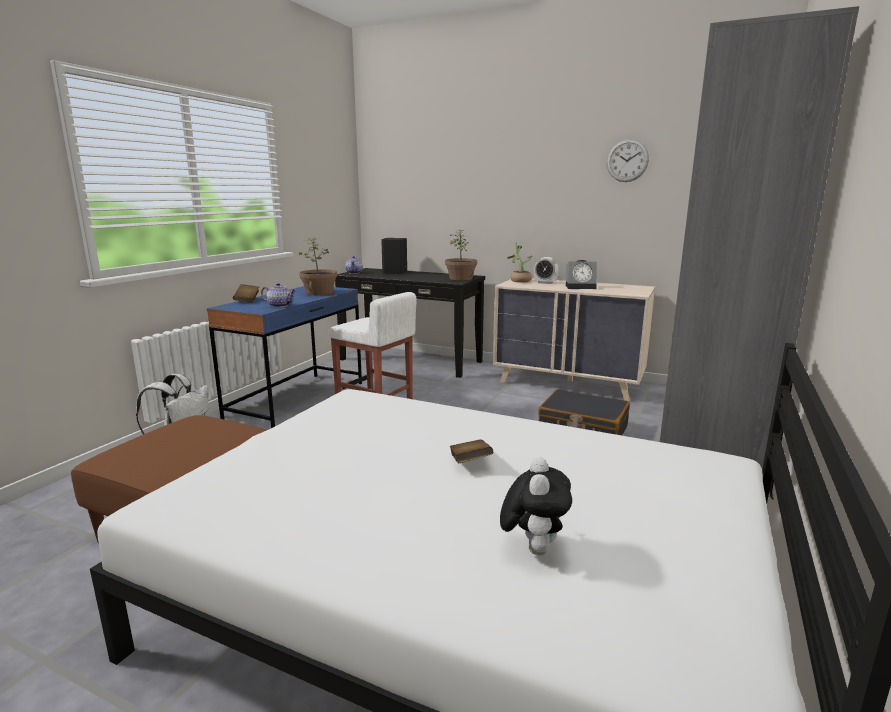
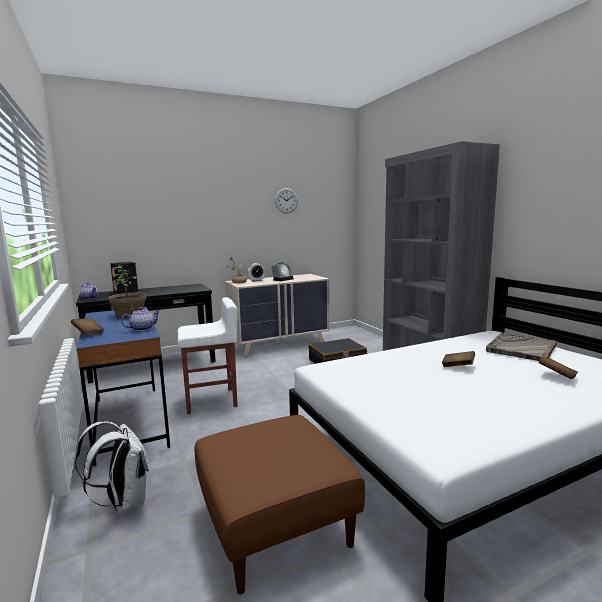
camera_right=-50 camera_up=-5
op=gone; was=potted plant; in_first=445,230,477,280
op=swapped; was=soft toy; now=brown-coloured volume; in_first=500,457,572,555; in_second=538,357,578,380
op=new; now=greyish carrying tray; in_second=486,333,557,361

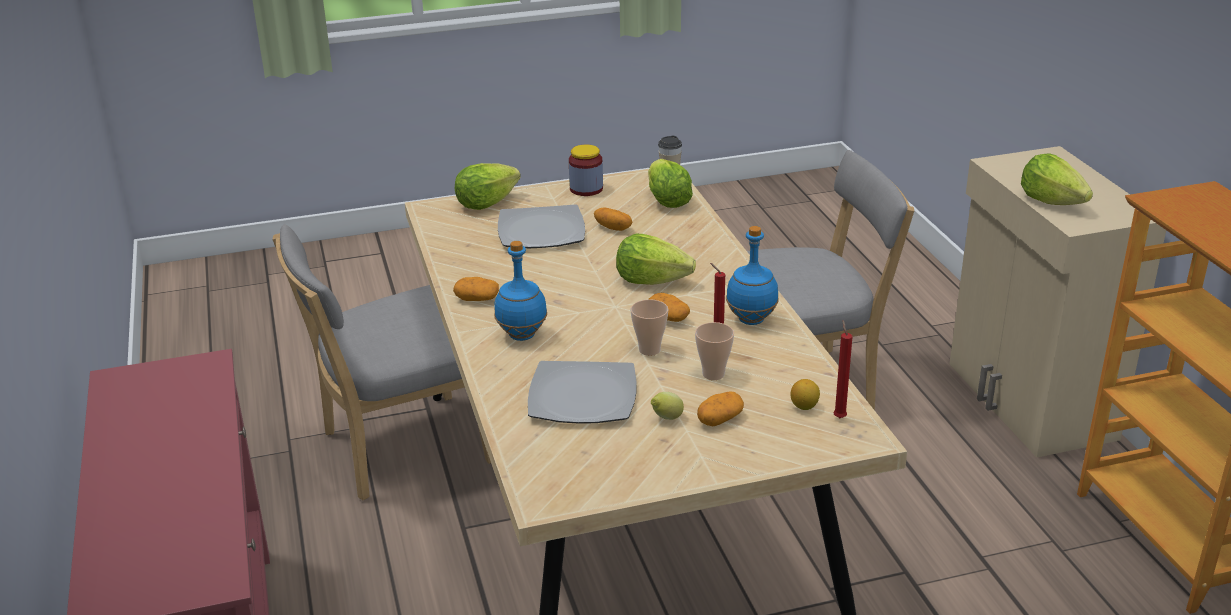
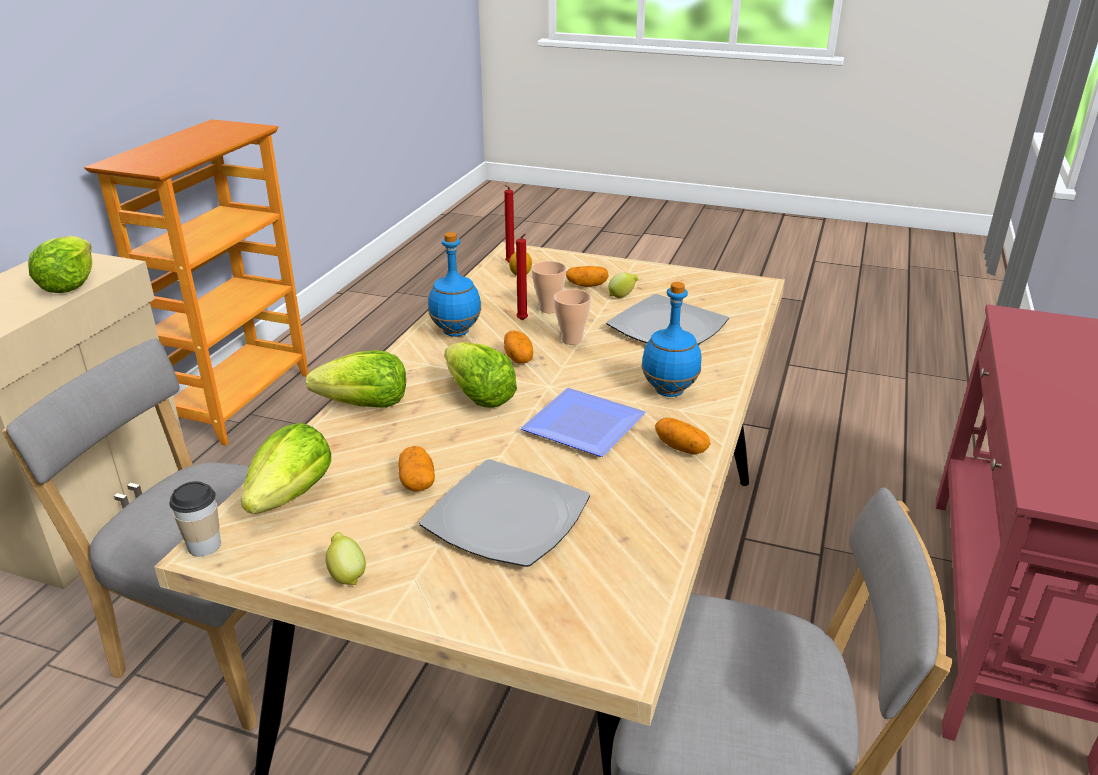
camera_right=-145 camera_up=0
op=shifted; was=lettuce; in_first=455,163,521,210; in_second=306,351,406,408
op=swapped; was=jar; now=lemon; in_first=569,144,603,196; in_second=325,532,366,585
op=new; now=dinner plate; in_second=521,388,646,457

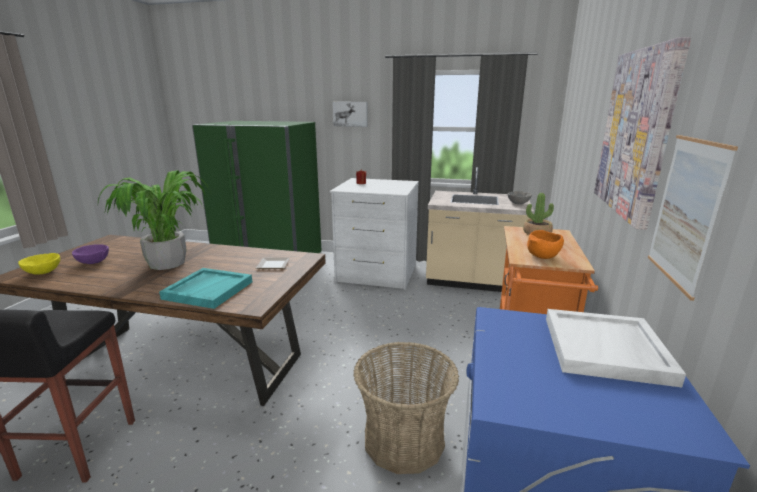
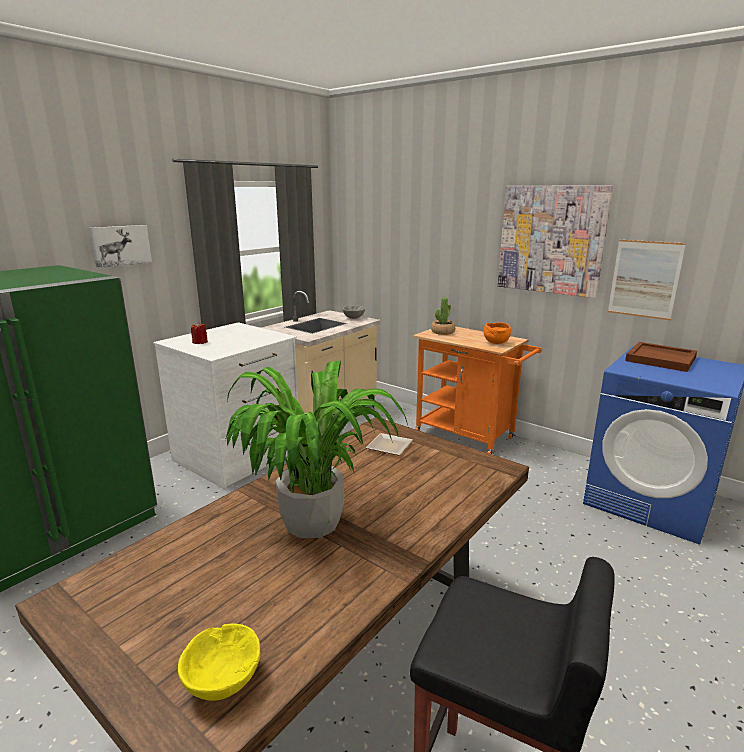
camera_right=-65 camera_up=0
op=gone; was=purple bowl; in_first=72,244,109,264
op=gone; was=turquoise carrying tray; in_first=159,268,252,309
op=gone; was=household basket; in_first=353,342,459,474
op=repainted; was=white-coloured carrying tray; now=brown-coloured carrying tray; in_first=546,309,686,387; in_second=625,342,697,372

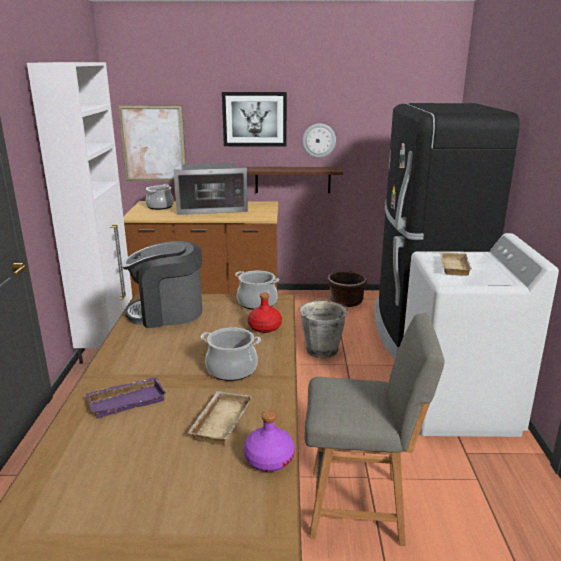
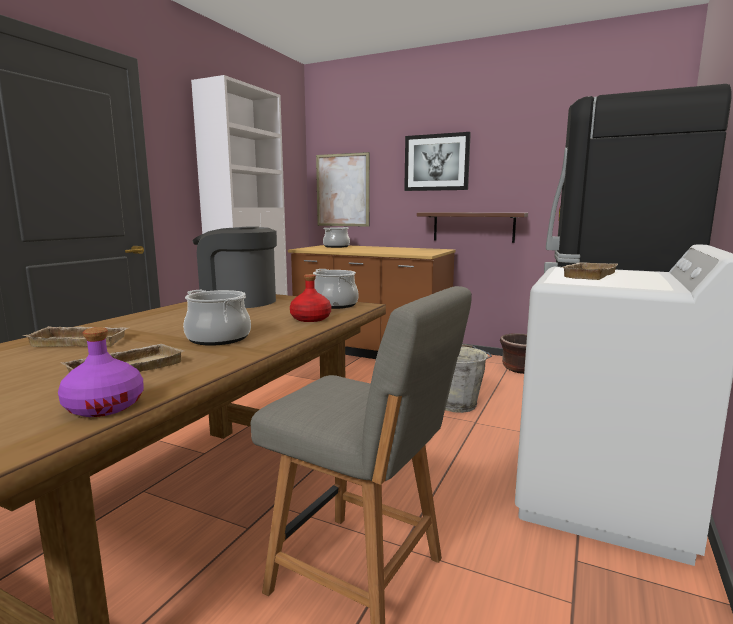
camera_right=25 camera_up=-10
op=repainted; was=purple carrying tray; now=beige-coloured carrying tray; in_first=85,377,166,418; in_second=22,326,129,347
op=gone; was=kitchen microwave; in_first=174,163,248,215
op=gone; was=hanging clock; in_first=302,123,336,158

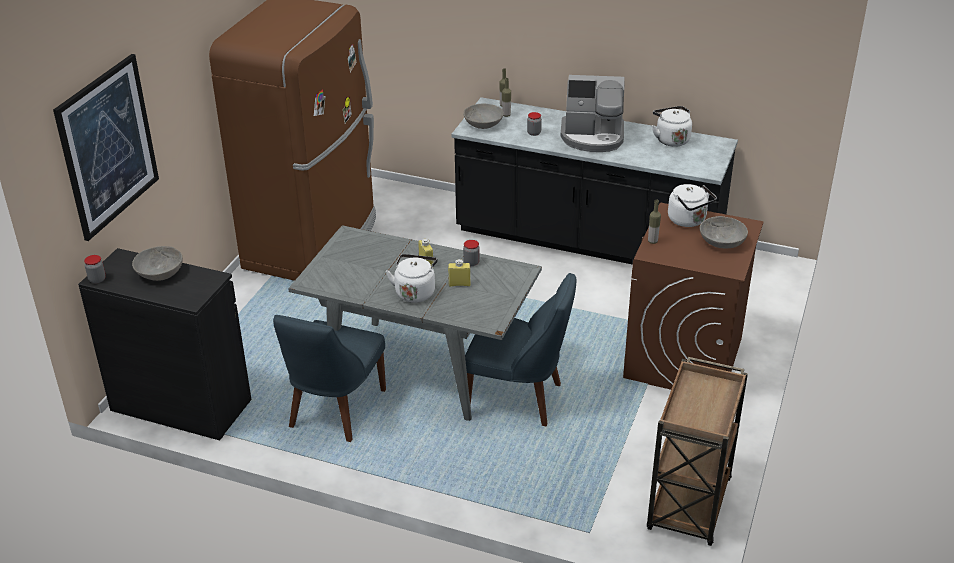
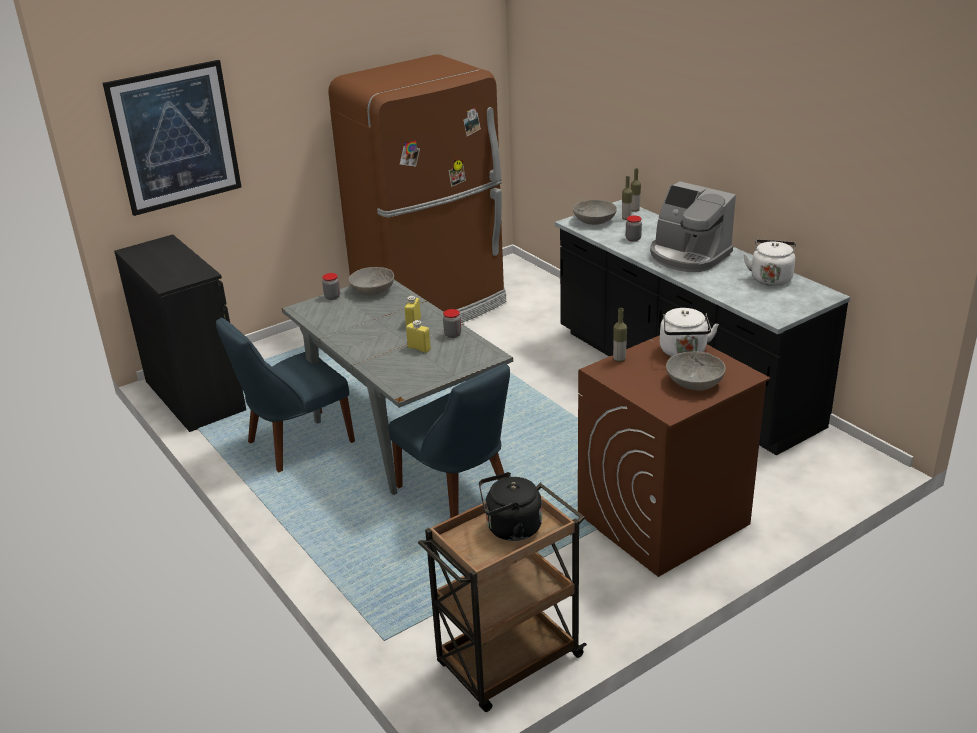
camera_right=35 camera_up=-5
op=shifted; was=jar; in_first=84,255,106,283; in_second=322,273,340,300
op=shifted; was=greyish bowl; in_first=132,246,183,281; in_second=349,267,394,295
op=gone; was=white-coloured water kettle; in_first=386,254,438,303
op=new; now=blackish water kettle; in_second=479,472,542,541

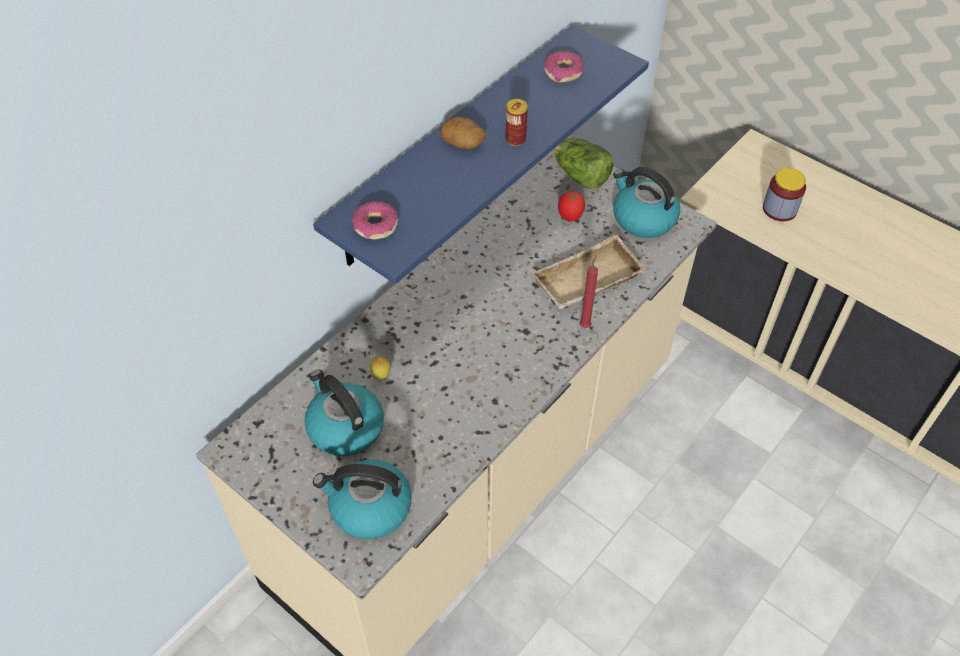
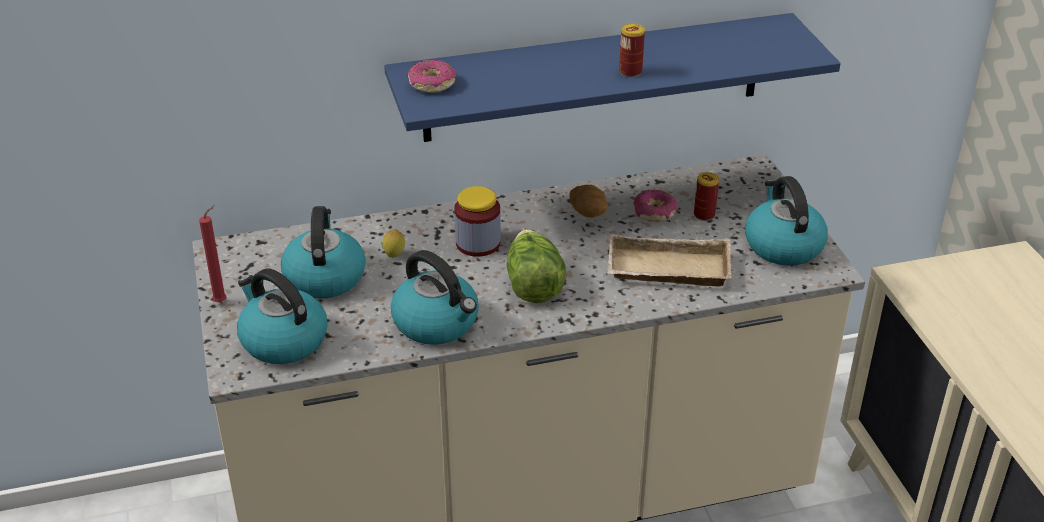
camera_right=35 camera_up=-15
op=shifted; was=potato; in_first=440,117,486,149; in_second=569,185,608,217
op=shifted; was=ring doughnut; in_first=544,51,584,83; in_second=633,190,677,222
op=shifted; was=lettuce; in_first=552,138,614,189; in_second=506,229,566,303
op=swapped; was=fresh tomato; now=metal can; in_first=558,191,585,222; in_second=694,172,719,221
op=shifted; was=red candle; in_first=580,255,598,328; in_second=199,205,227,303
op=shifted; was=jar; in_first=763,168,806,221; in_second=454,186,501,257
op=new; now=water kettle; in_second=391,250,479,345

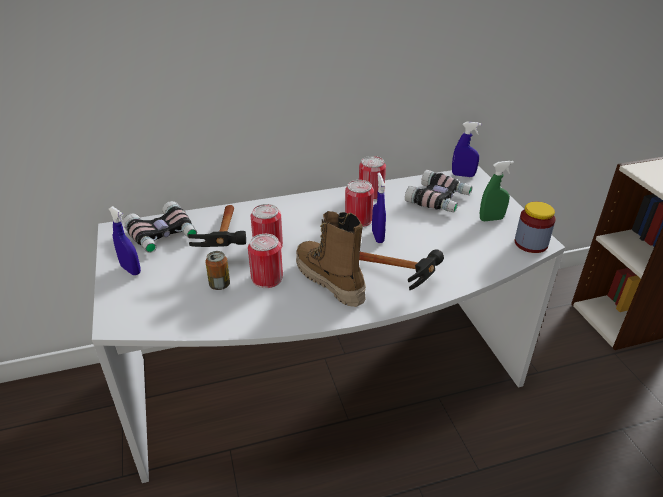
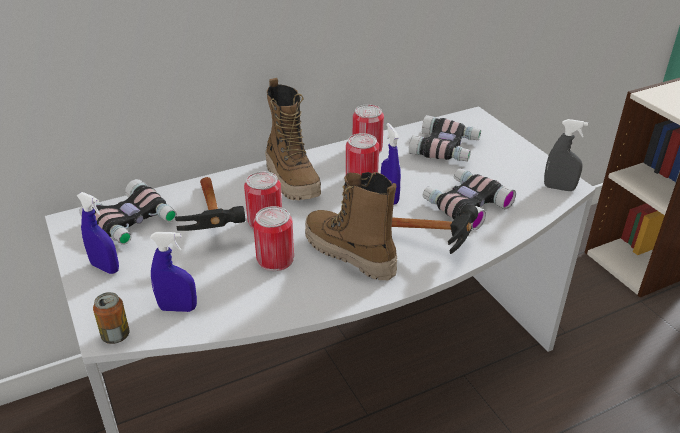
camera_right=-10 camera_up=0
op=shifted; was=metal can; in_first=205,251,230,290; in_second=93,292,130,344
op=shifted; was=blue hand sprayer; in_first=452,122,482,177; in_second=150,232,197,312
op=gone; was=green hand sprayer; in_first=480,161,514,221
op=swapped; was=jar; now=greyish hand sprayer; in_first=515,202,556,253; in_second=544,119,588,191
op=new; now=high-top boot; in_second=265,78,321,200
op=new; now=pair of binoculars; in_second=423,168,516,230

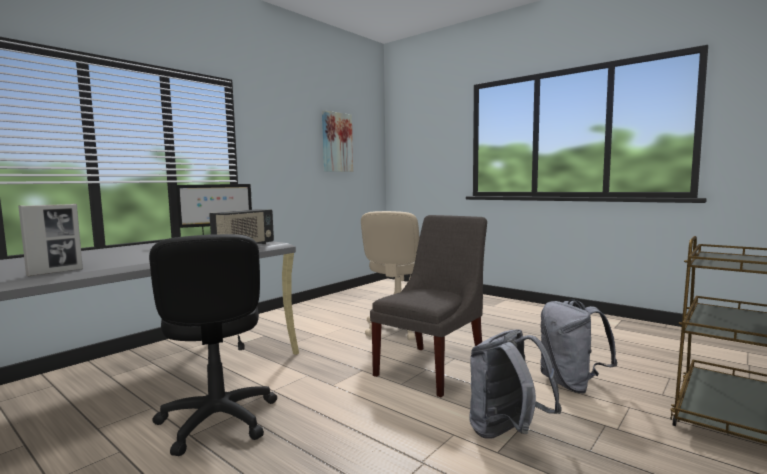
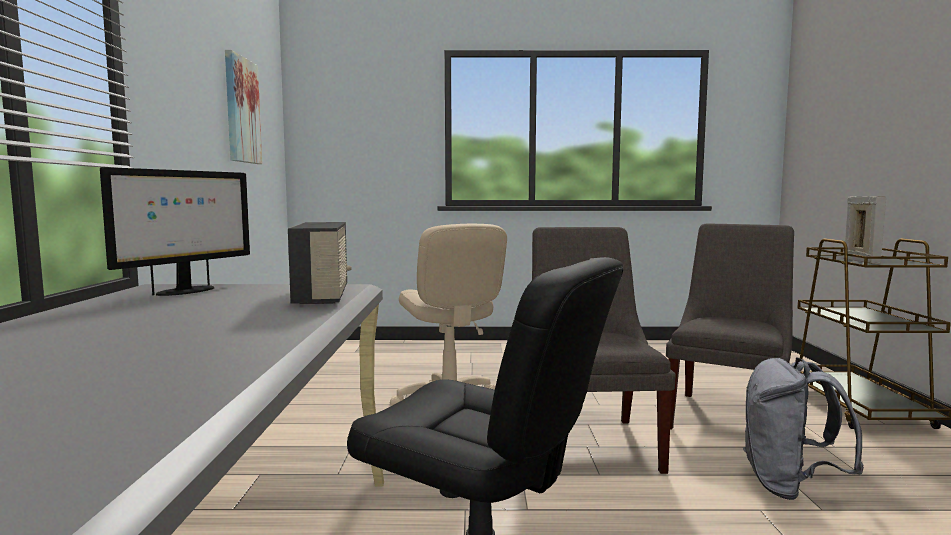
camera_right=-40 camera_up=0
op=shifted; was=picture frame; in_first=18,204,83,276; in_second=843,196,886,264
op=swapped; was=greyish knapsack; now=greyish chair; in_first=540,299,618,393; in_second=666,223,794,430

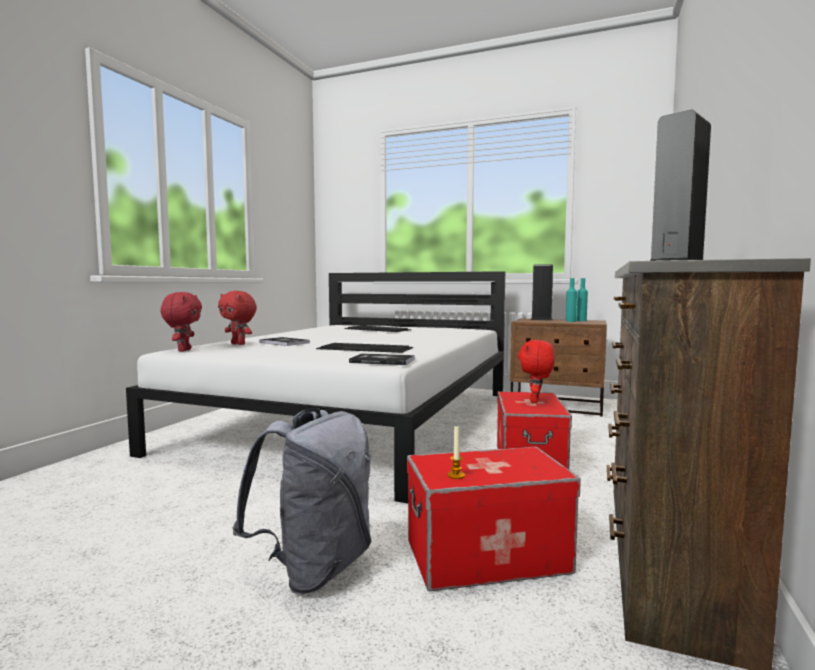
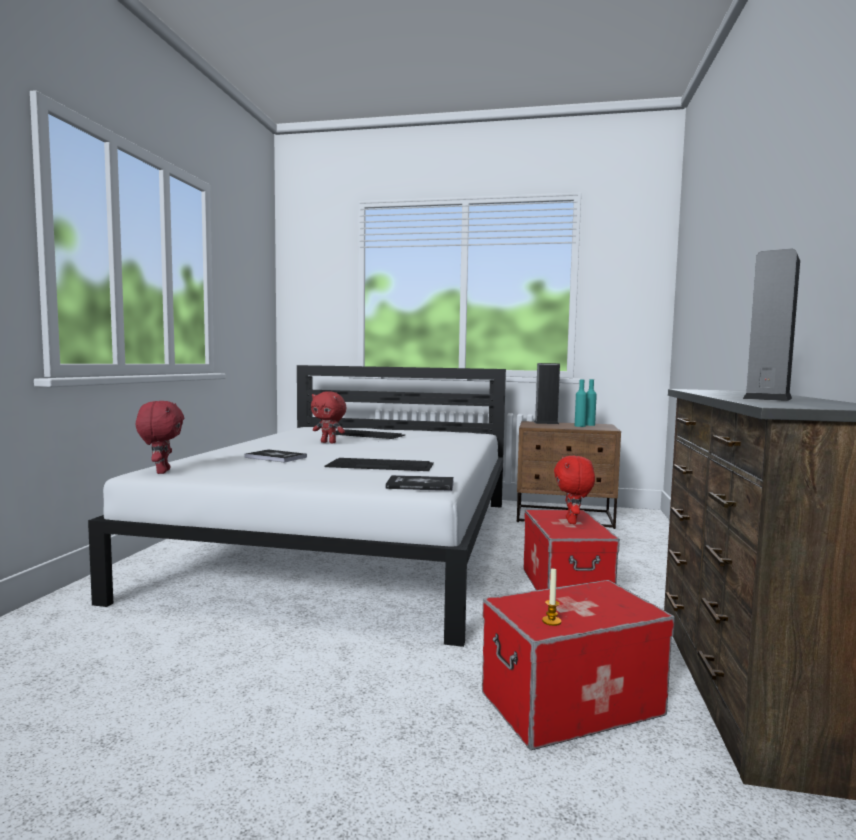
camera_right=-10 camera_up=0
op=shifted; was=red soft toy; in_first=218,291,257,345; in_second=311,391,346,443
op=gone; was=greyish knapsack; in_first=232,408,371,594

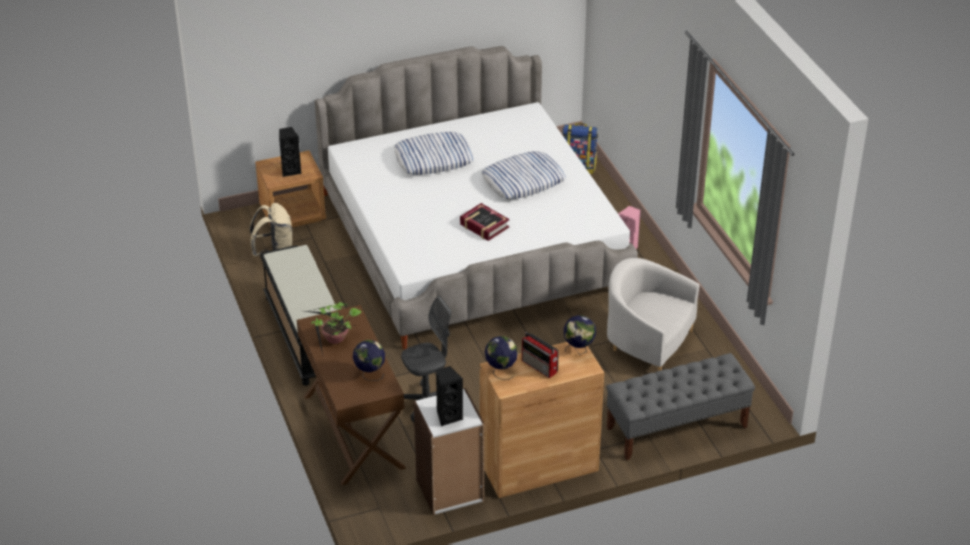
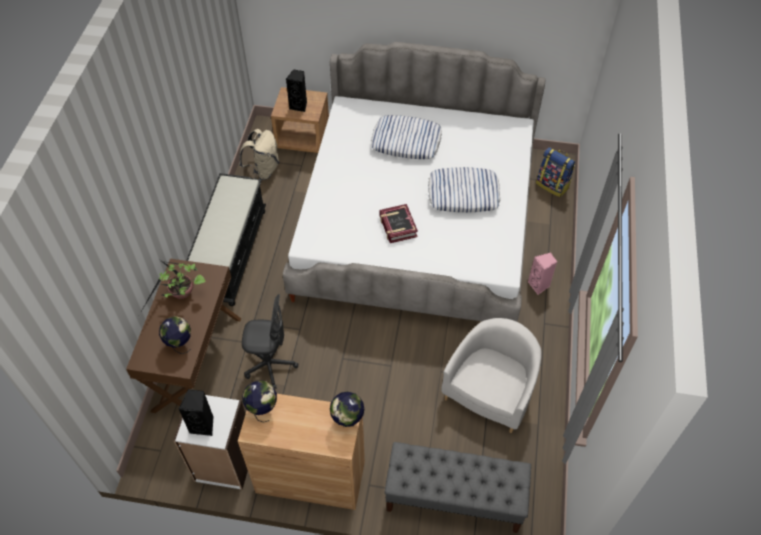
camera_right=30 camera_up=15
op=gone; was=radio; in_first=522,332,559,378
op=rotated; was=white-coloured easy chair; in_first=607,258,700,371; in_second=441,318,541,433; clockwise=60

